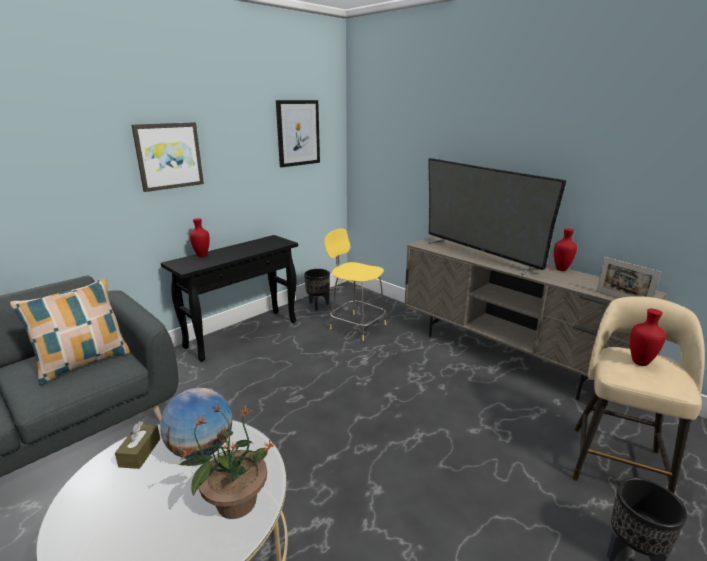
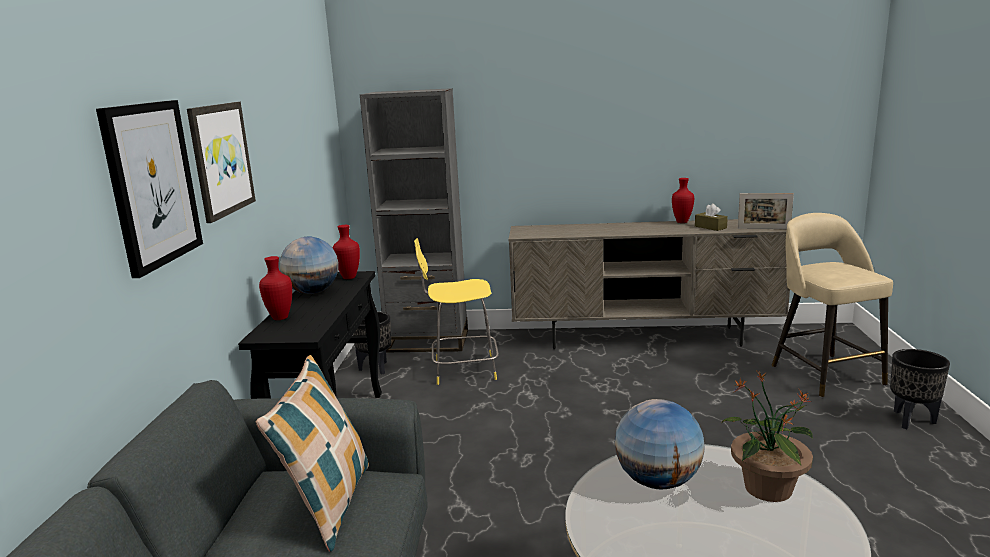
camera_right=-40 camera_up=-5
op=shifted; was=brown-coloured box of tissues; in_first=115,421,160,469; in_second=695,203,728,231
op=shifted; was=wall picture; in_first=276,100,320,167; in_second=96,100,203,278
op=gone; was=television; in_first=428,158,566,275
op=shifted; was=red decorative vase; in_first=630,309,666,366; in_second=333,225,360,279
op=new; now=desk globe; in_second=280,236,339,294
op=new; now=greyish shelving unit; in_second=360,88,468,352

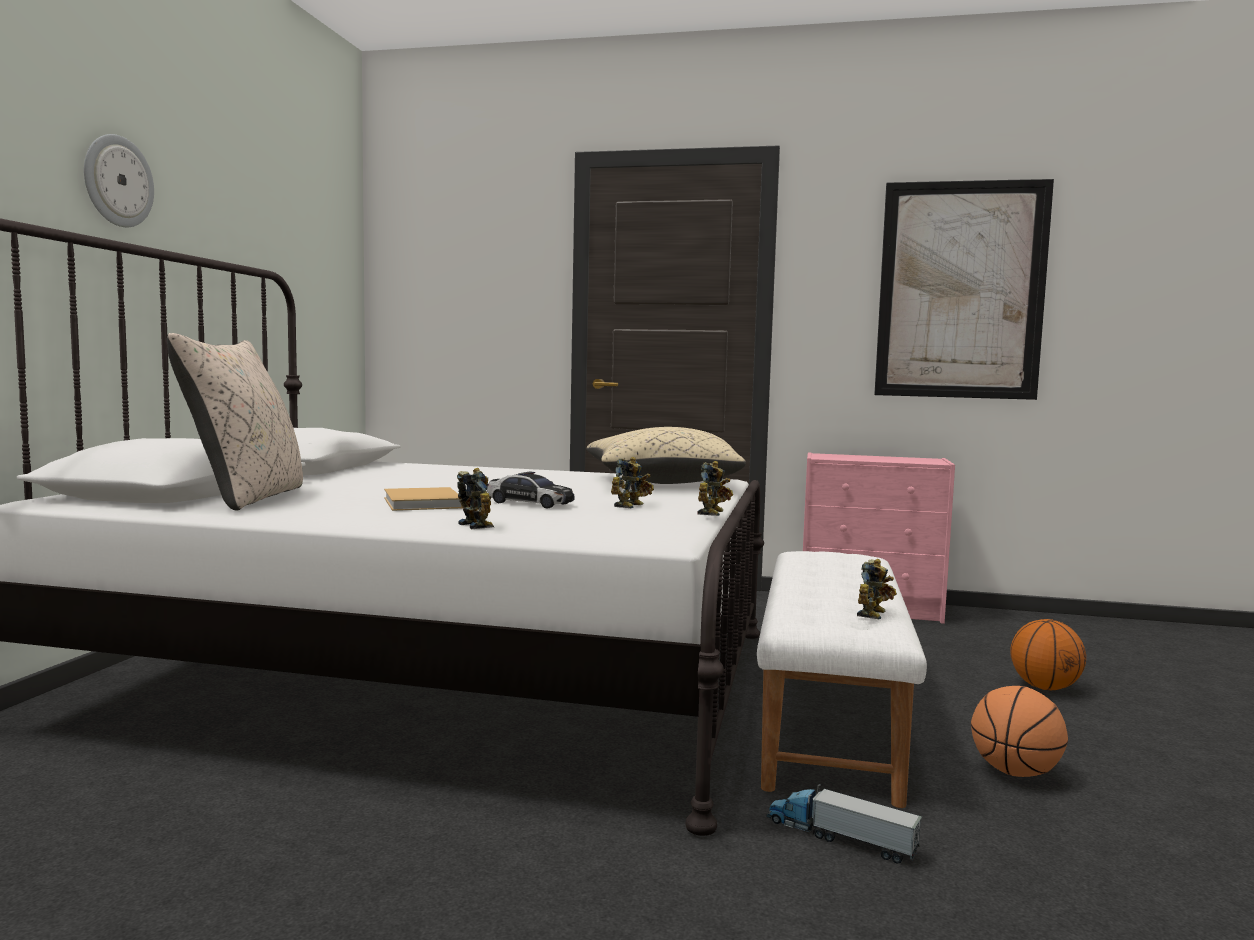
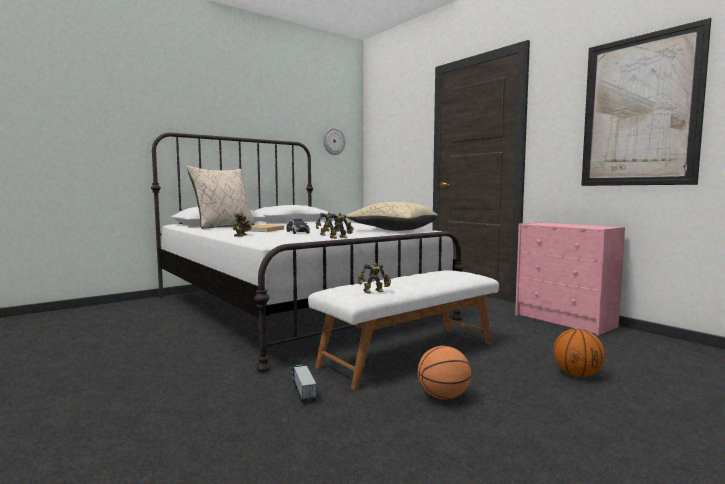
camera_right=40 camera_up=0
op=shifted; was=hanging clock; in_first=84,134,154,227; in_second=323,128,345,155

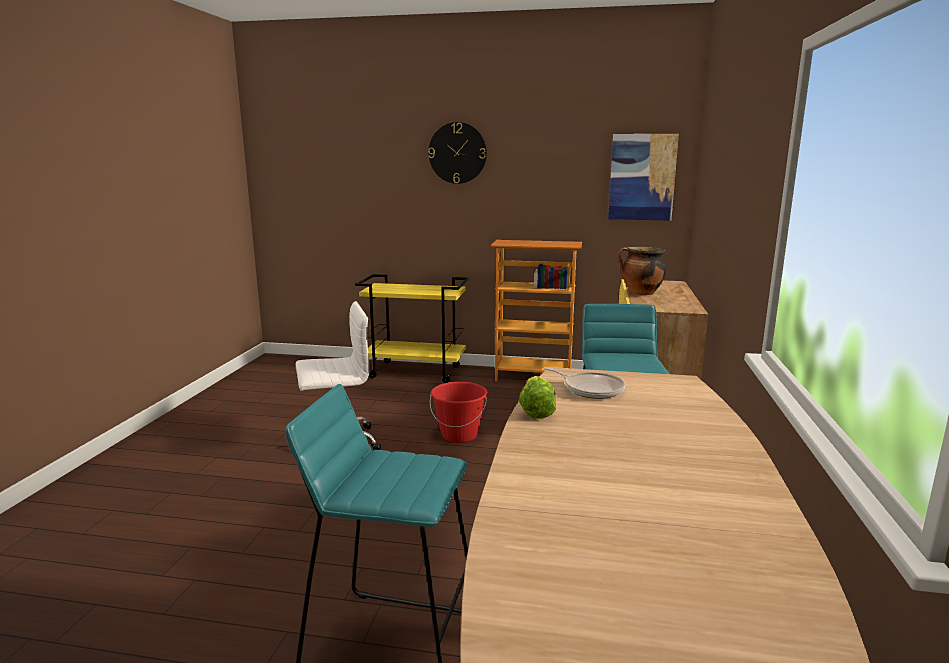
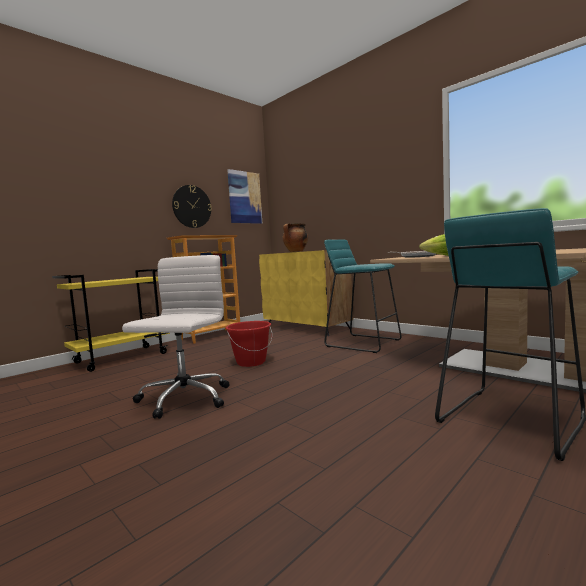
camera_right=-55 camera_up=-10
op=shifted; was=hanging clock; in_first=428,122,487,184; in_second=172,185,212,228

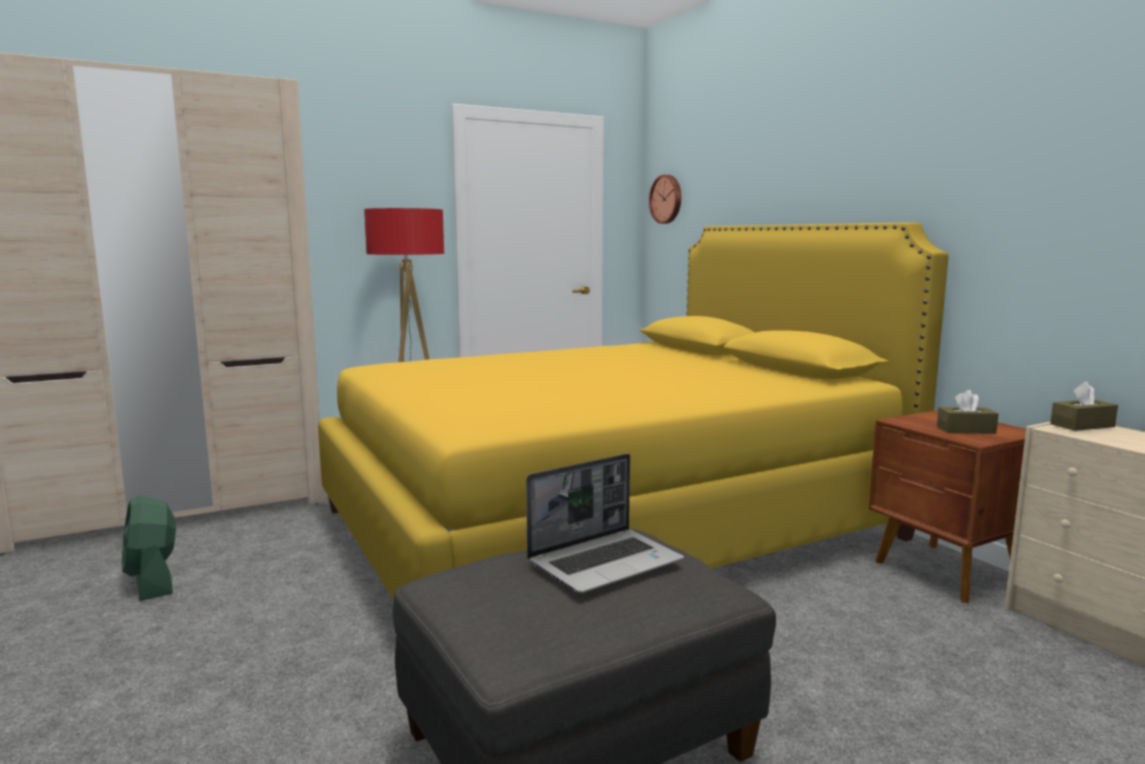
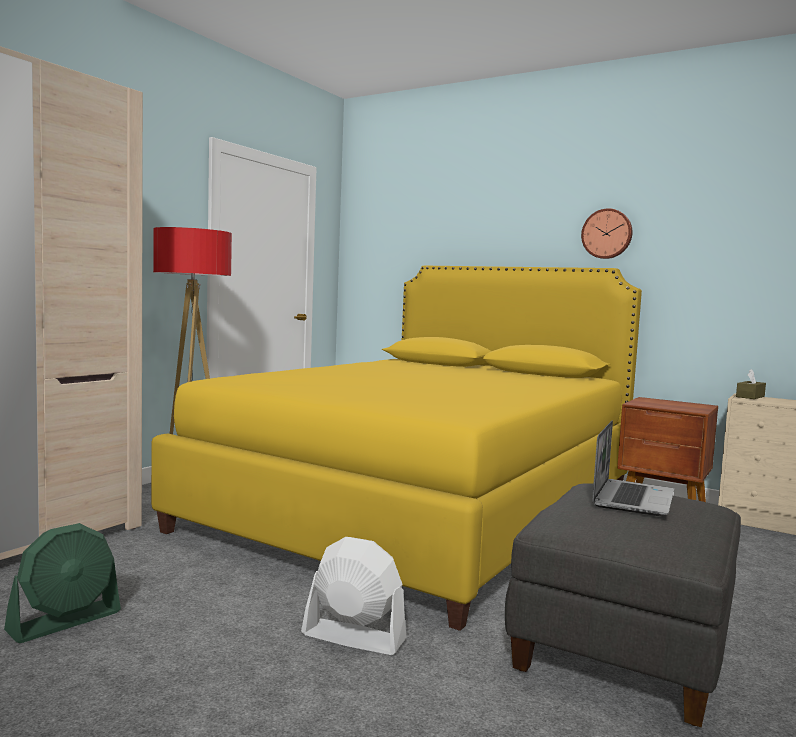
camera_right=-30 camera_up=-5
op=rotated; was=green cooling fan; in_first=122,495,176,601; in_second=4,523,121,643; clockwise=-75
op=shifted; was=hanging clock; in_first=649,175,681,224; in_second=581,208,633,259
op=gone; was=brown-coloured box of tissues; in_first=937,390,998,434
op=new; now=white-coloured cooling fan; in_second=301,537,407,655

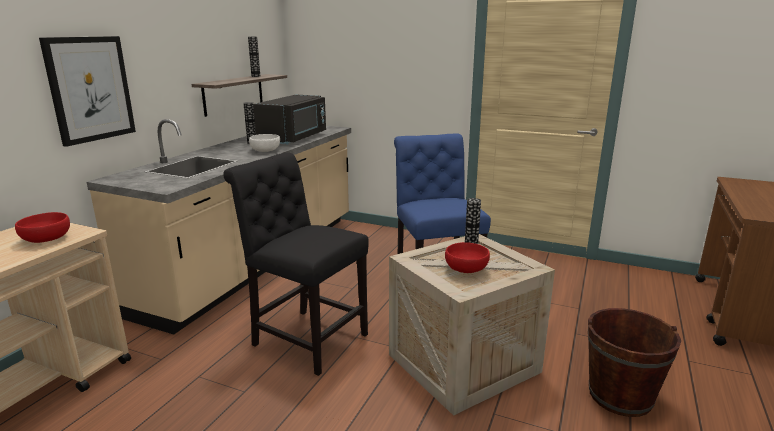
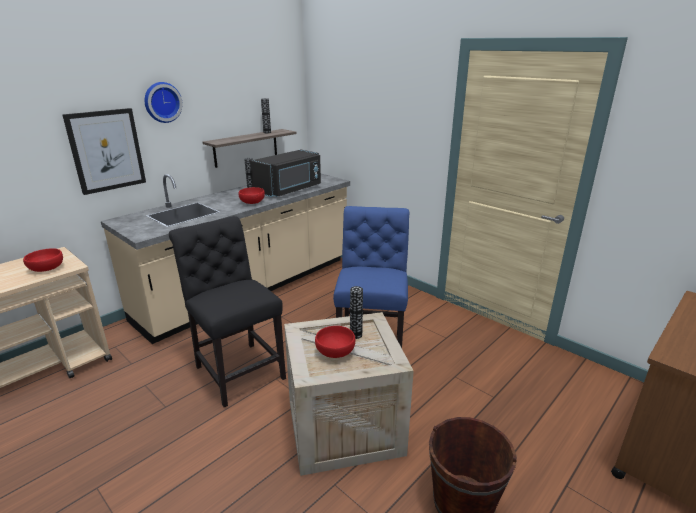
camera_right=20 camera_up=5
op=repainted; was=white-coloured bowl; now=red bowl; in_first=249,134,280,152; in_second=239,187,265,204
op=new; now=hanging clock; in_second=145,82,183,123

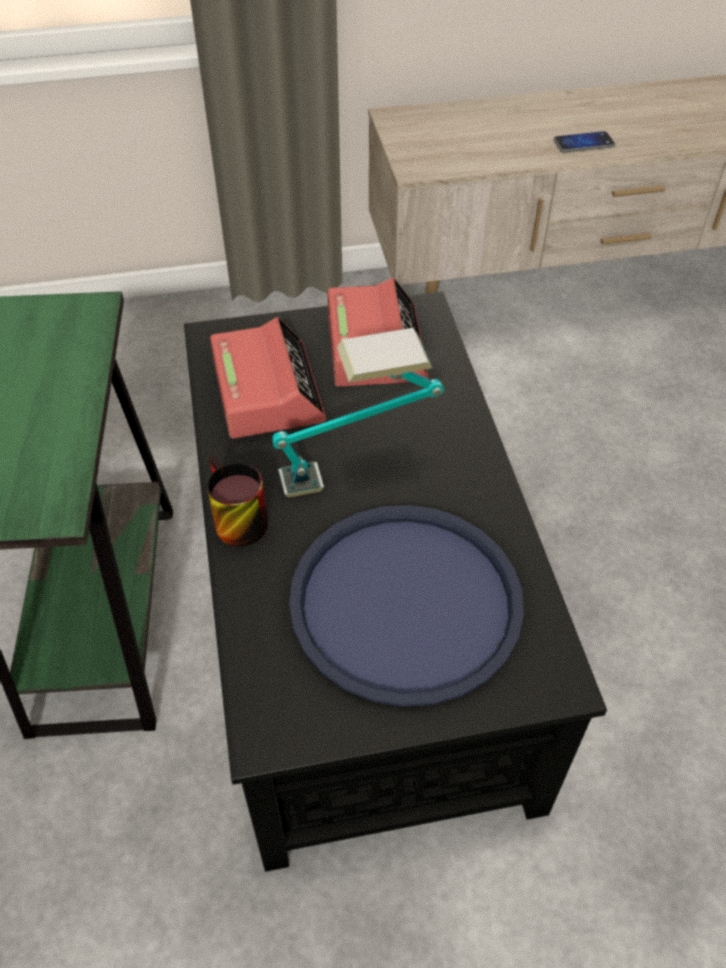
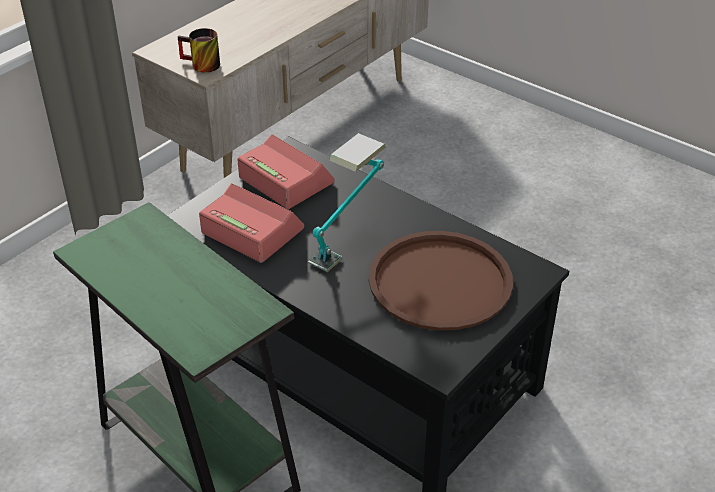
camera_right=-40 camera_up=-10
op=shifted; was=tea mug; in_first=207,455,268,547; in_second=178,28,220,73
op=repainted; was=blue carrying tray; now=brown-coloured carrying tray; in_first=289,505,524,707; in_second=368,231,513,331
op=gone; was=handset; in_first=553,131,615,153

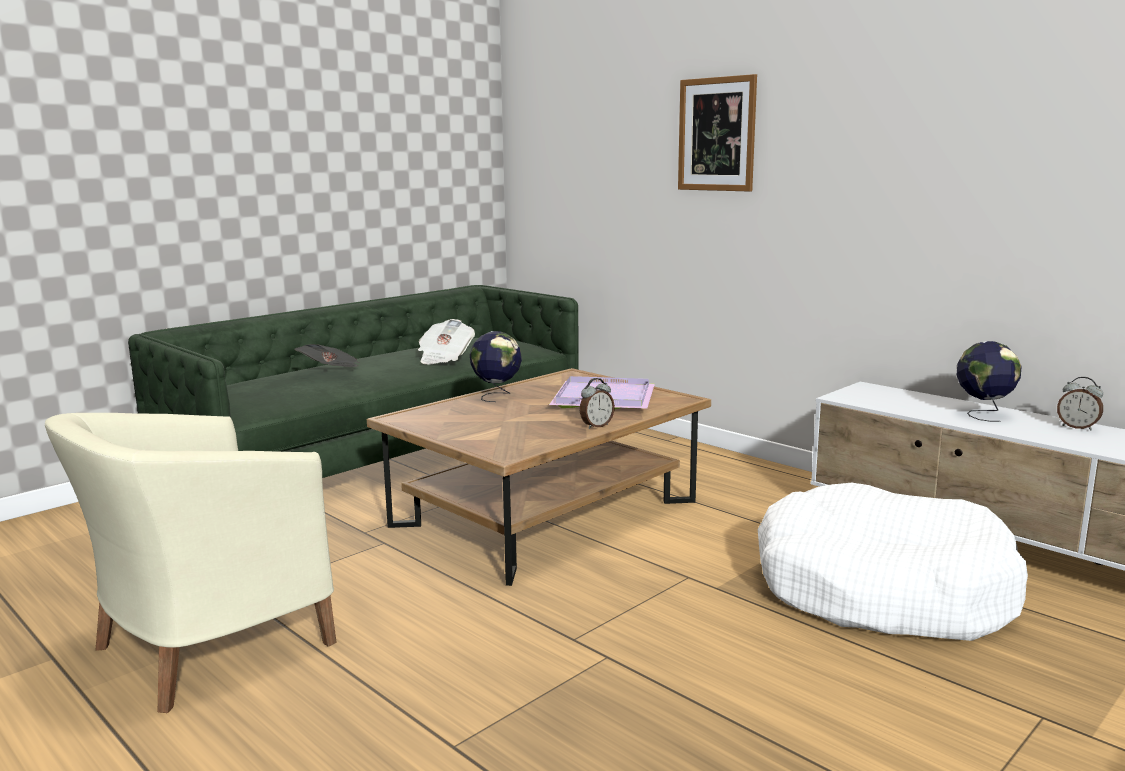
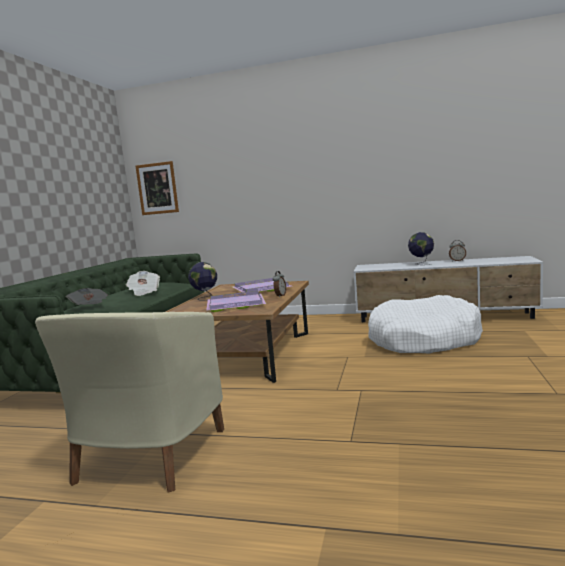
camera_right=-30 camera_up=-5
op=shifted; was=wall picture; in_first=678,74,757,192; in_second=136,161,179,215
op=new; now=purple carrying tray; in_second=206,291,266,312

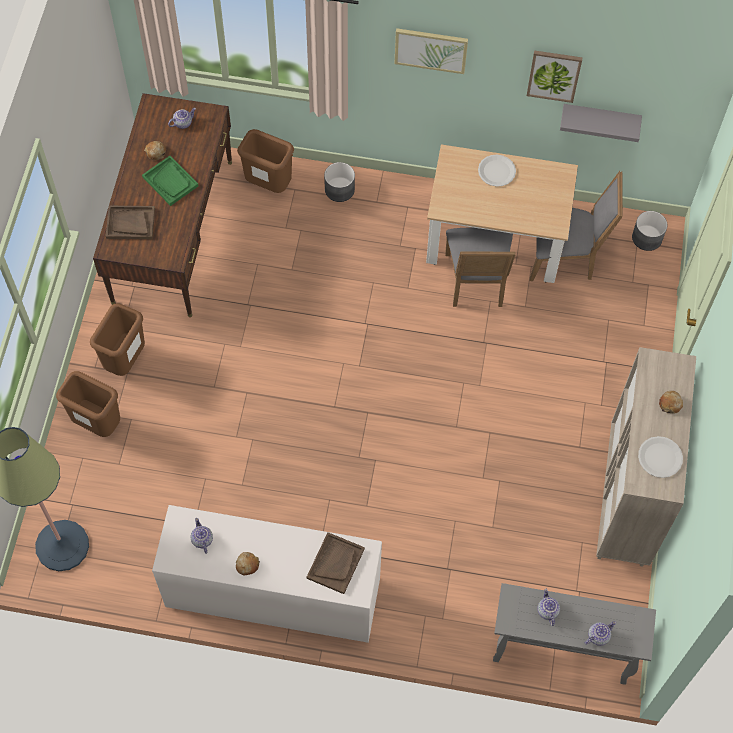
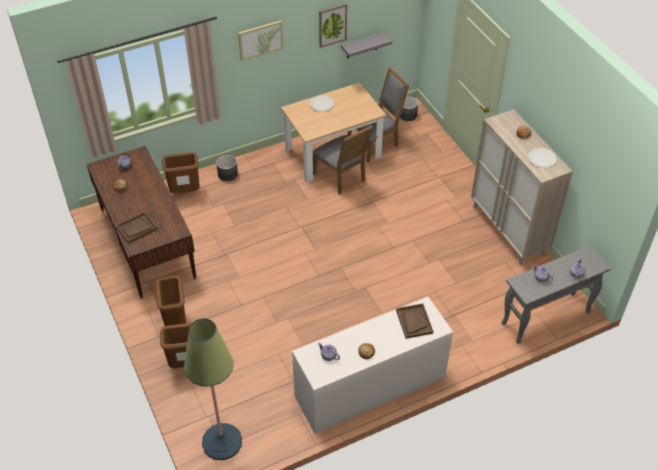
camera_right=-35 camera_up=-15
op=gone; was=green carrying tray; in_first=142,156,198,206

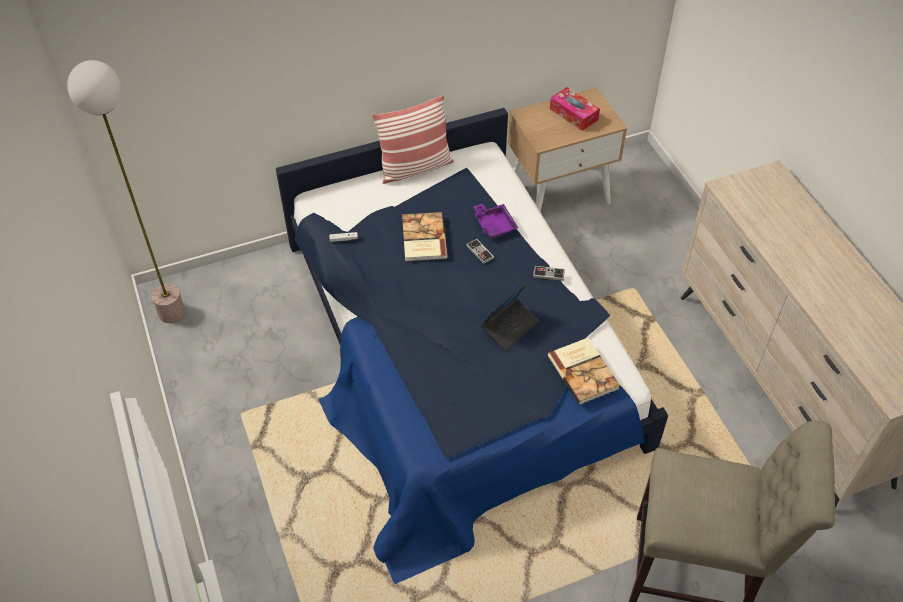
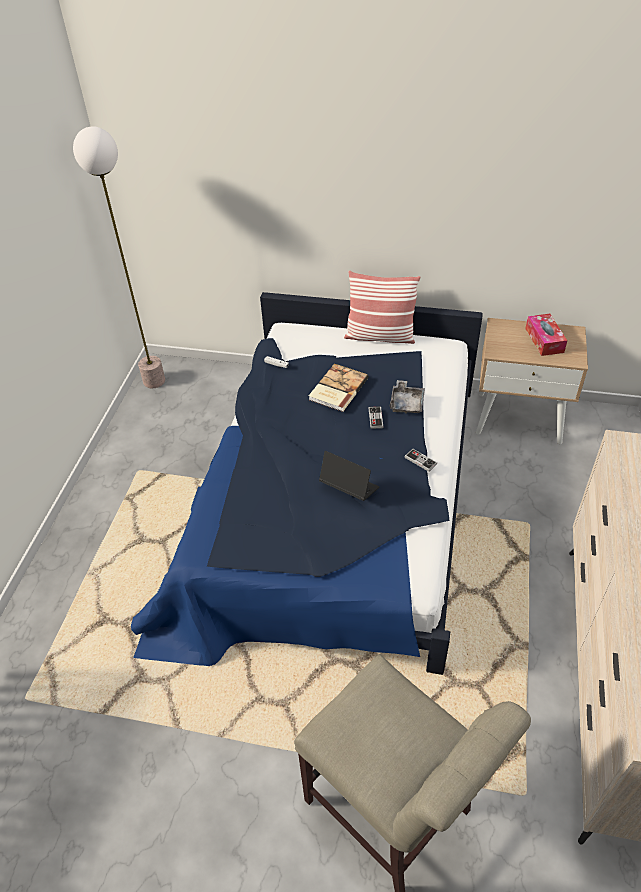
camera_right=35 camera_up=-5
op=repainted; was=purple carrying tray; now=greyish carrying tray; in_first=473,204,518,239; in_second=390,380,425,414
op=rotated; was=laptop; in_first=481,283,539,351; in_second=319,451,379,501; clockwise=-135
op=gone; was=volume; in_first=548,338,620,405

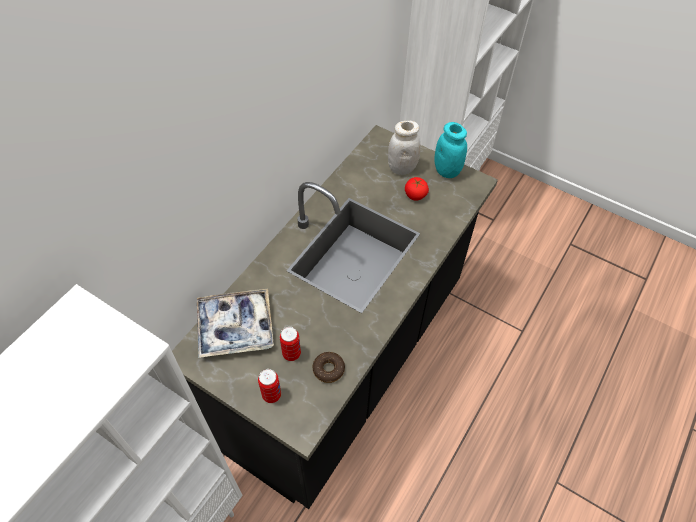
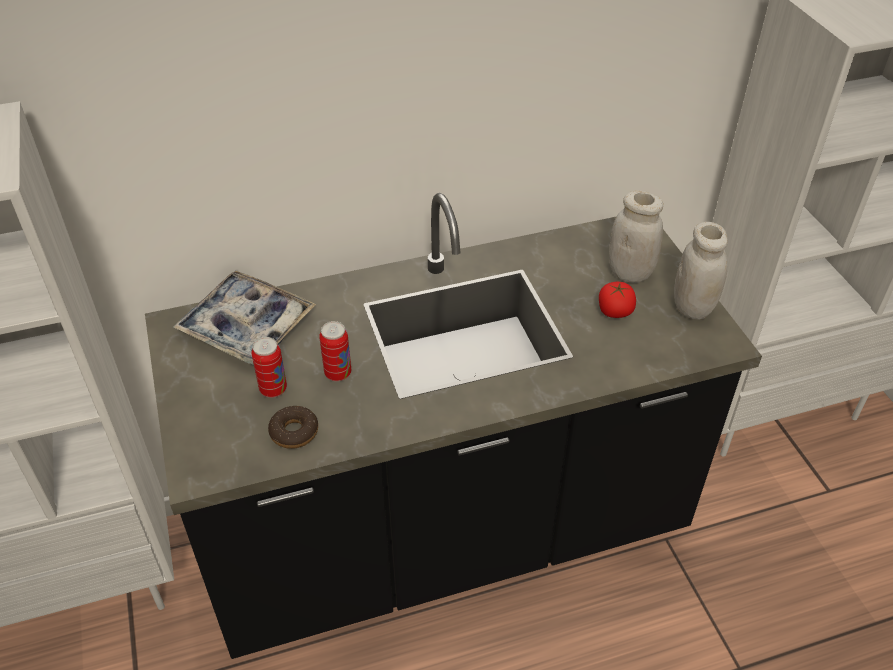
camera_right=40 camera_up=-10
op=shifted; was=metal can; in_first=258,369,281,403; in_second=319,321,351,381
op=repainted; was=turquoise jar; now=white-coloured jar; in_first=434,122,467,178; in_second=674,222,728,320

